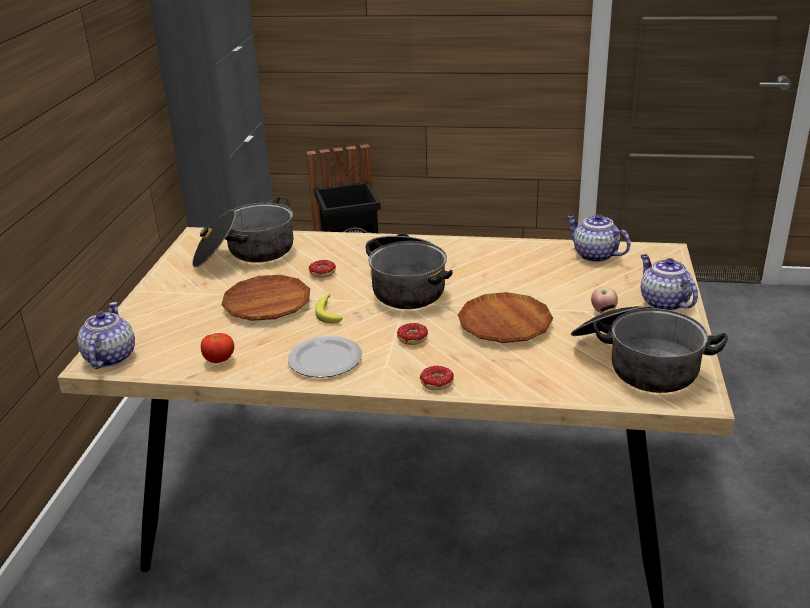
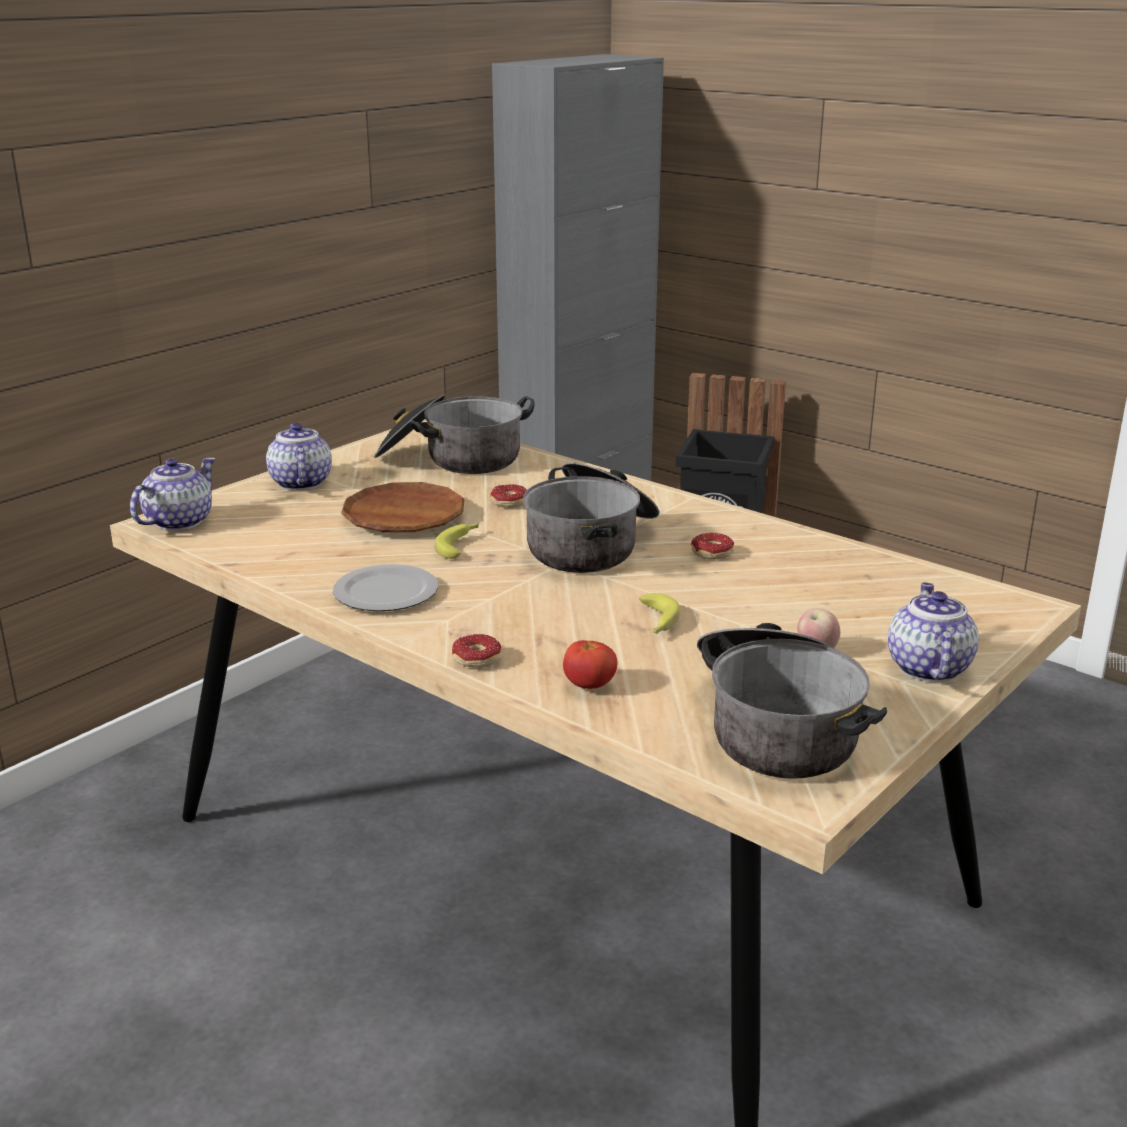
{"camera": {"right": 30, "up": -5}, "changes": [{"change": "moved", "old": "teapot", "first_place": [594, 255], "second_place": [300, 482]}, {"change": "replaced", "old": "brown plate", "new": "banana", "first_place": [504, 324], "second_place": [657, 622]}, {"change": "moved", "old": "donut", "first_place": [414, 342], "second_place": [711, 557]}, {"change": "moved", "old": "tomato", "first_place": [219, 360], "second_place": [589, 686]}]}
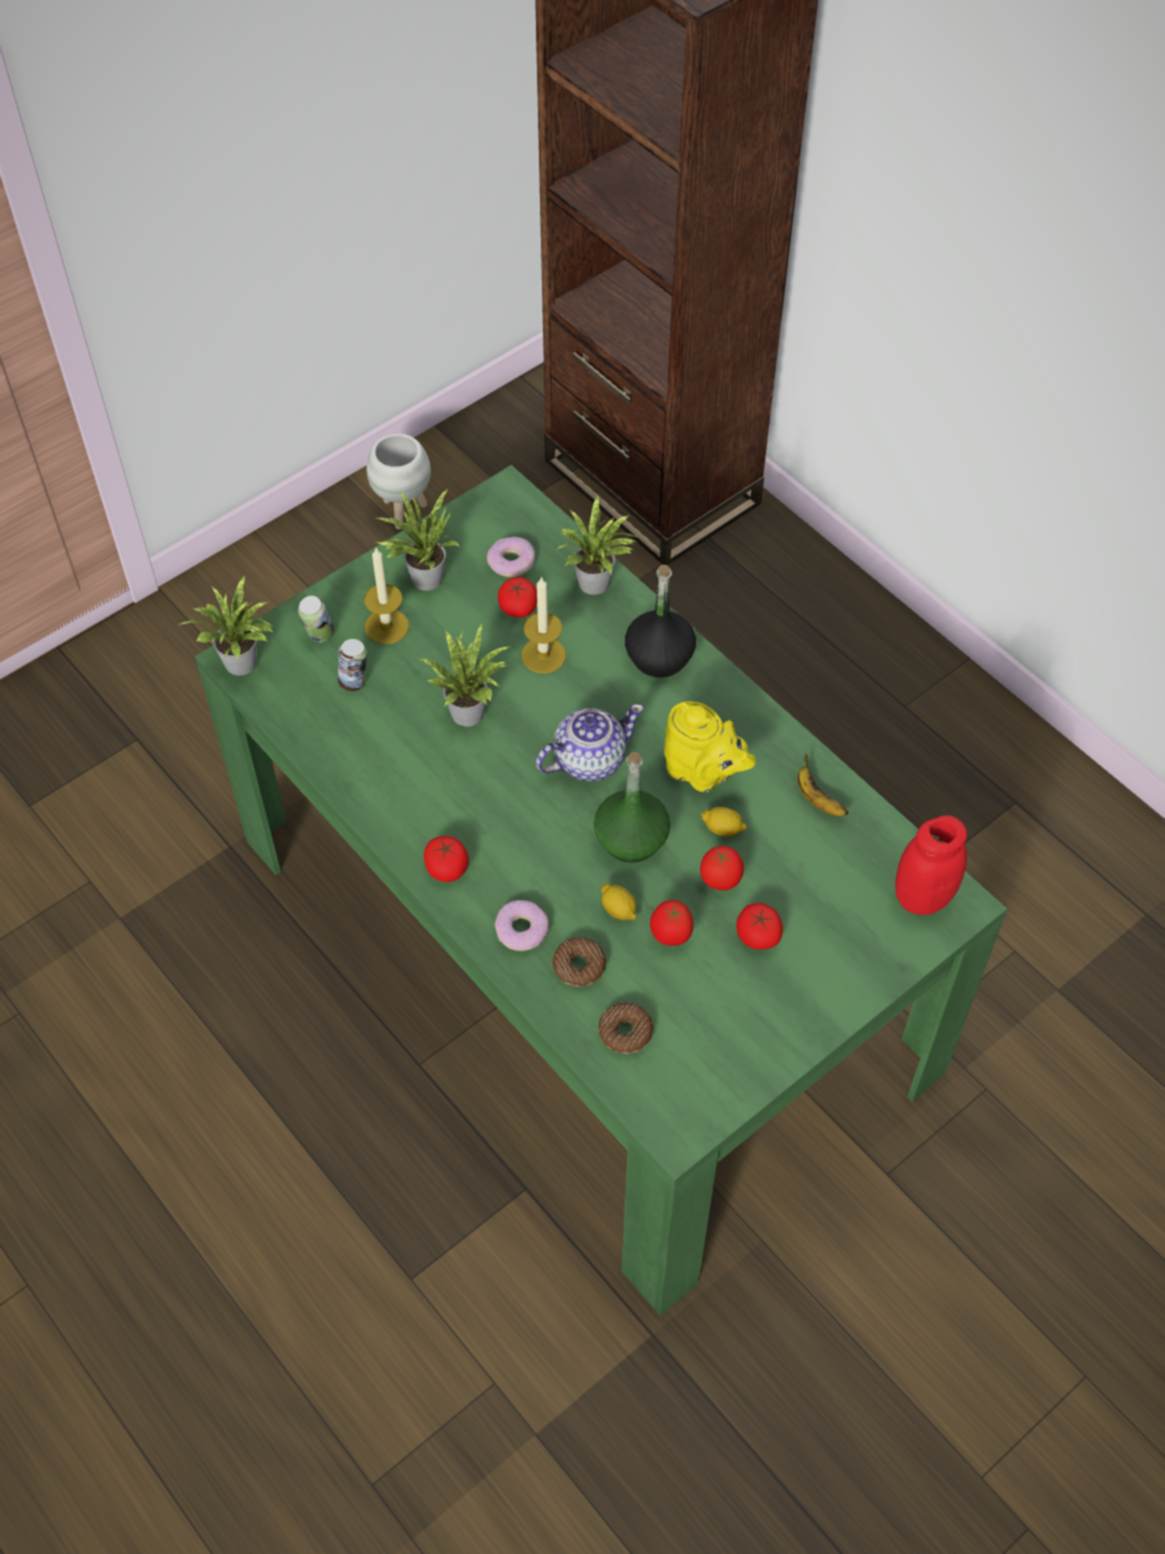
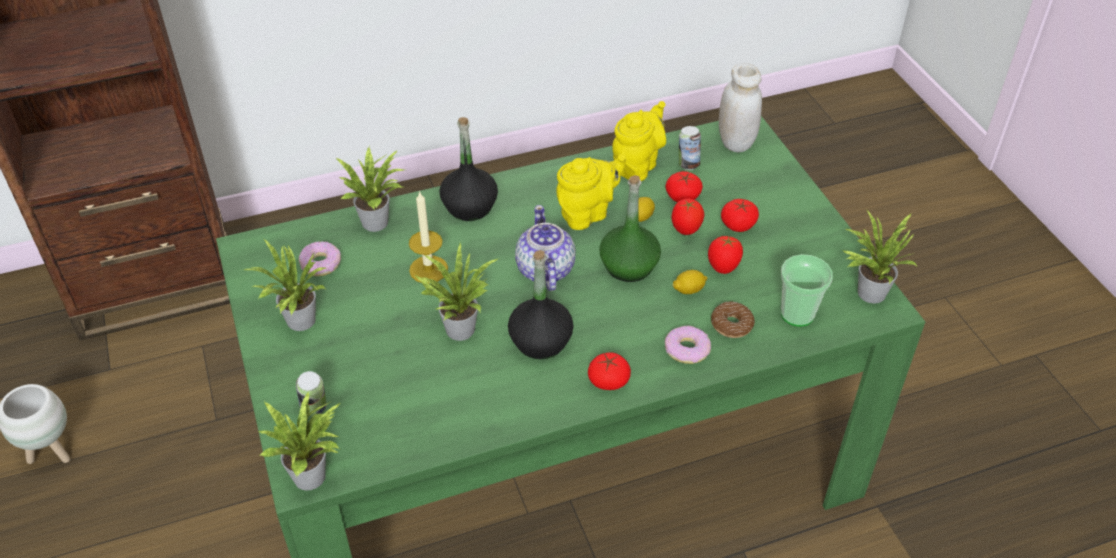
{"camera": {"right": -70, "up": -10}, "changes": [{"change": "removed", "old": "candle", "first_place": [386, 626]}, {"change": "moved", "old": "tomato", "first_place": [518, 607], "second_place": [682, 197]}, {"change": "moved", "old": "can", "first_place": [354, 682], "second_place": [687, 164]}, {"change": "replaced", "old": "banana", "new": "yellow teapot", "first_place": [817, 799], "second_place": [637, 165]}, {"change": "recoloured", "old": "red jar", "new": "white jar", "first_place": [922, 897], "second_place": [736, 142]}, {"change": "replaced", "old": "donut", "new": "cup", "first_place": [625, 1032], "second_place": [797, 314]}, {"change": "added", "new": "potted plant", "second_place": [867, 291]}, {"change": "added", "new": "black bottle", "second_place": [540, 341]}]}
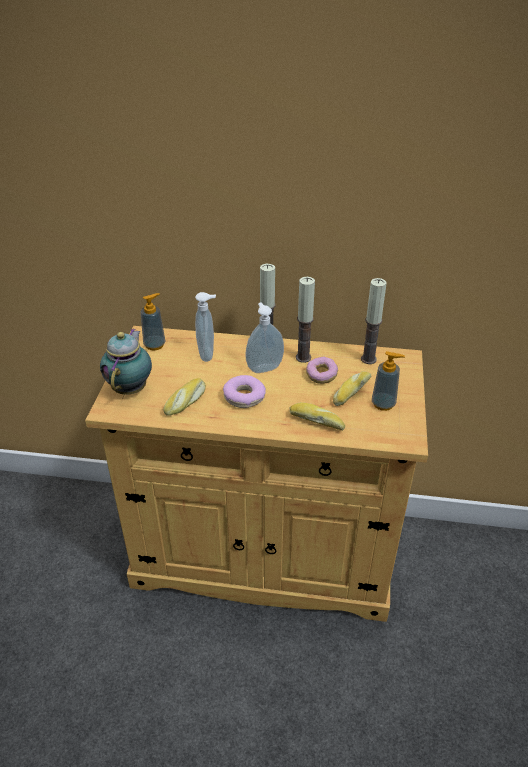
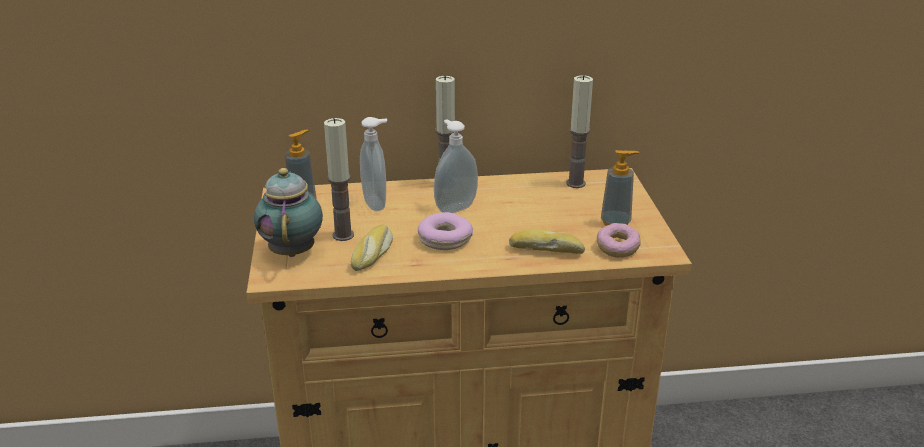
{"camera": {"right": -15, "up": -10}, "changes": [{"change": "moved", "old": "candle", "first_place": [303, 357], "second_place": [343, 235]}, {"change": "moved", "old": "donut", "first_place": [321, 375], "second_place": [617, 248]}, {"change": "removed", "old": "bread", "first_place": [350, 392]}]}
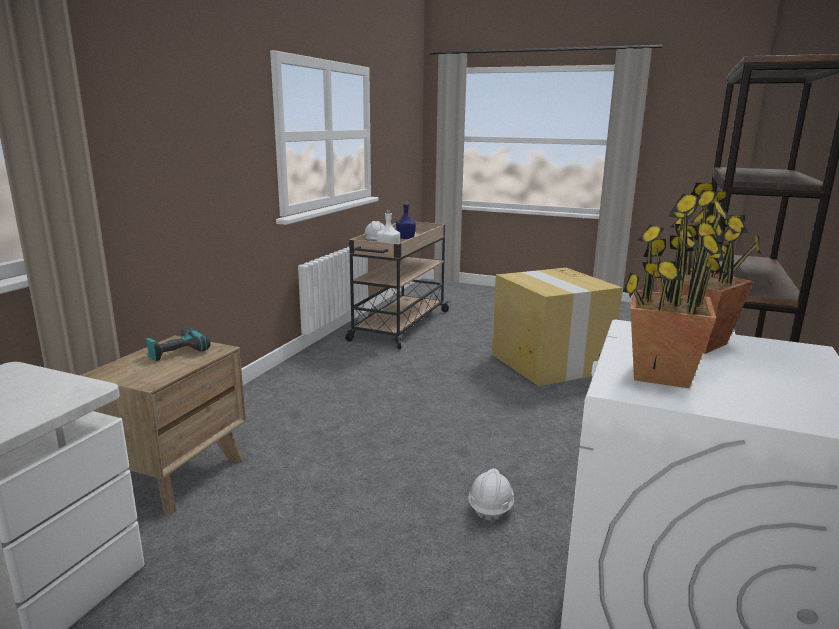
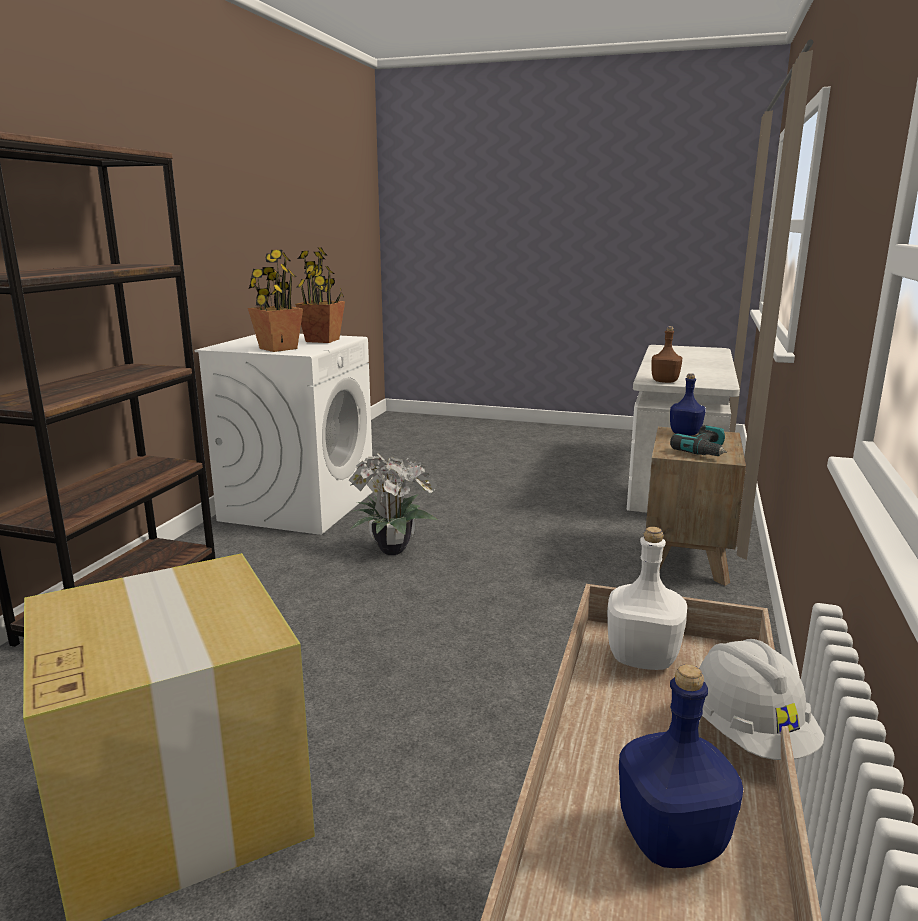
{"camera": {"right": 175, "up": 0}, "changes": [{"change": "replaced", "old": "white hard hat", "new": "potted plant", "first_place": [490, 508], "second_place": [390, 549]}, {"change": "added", "new": "brown bottle", "second_place": [665, 381]}, {"change": "added", "new": "blue bottle", "second_place": [685, 433]}]}
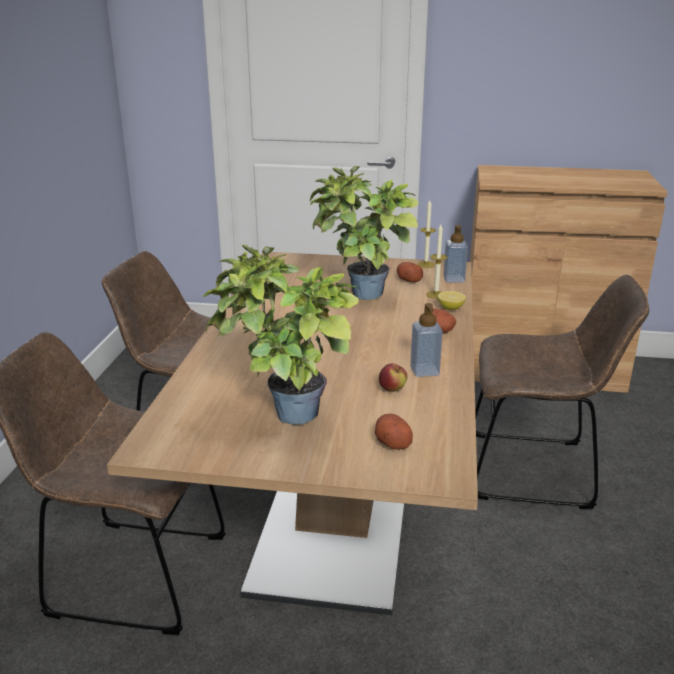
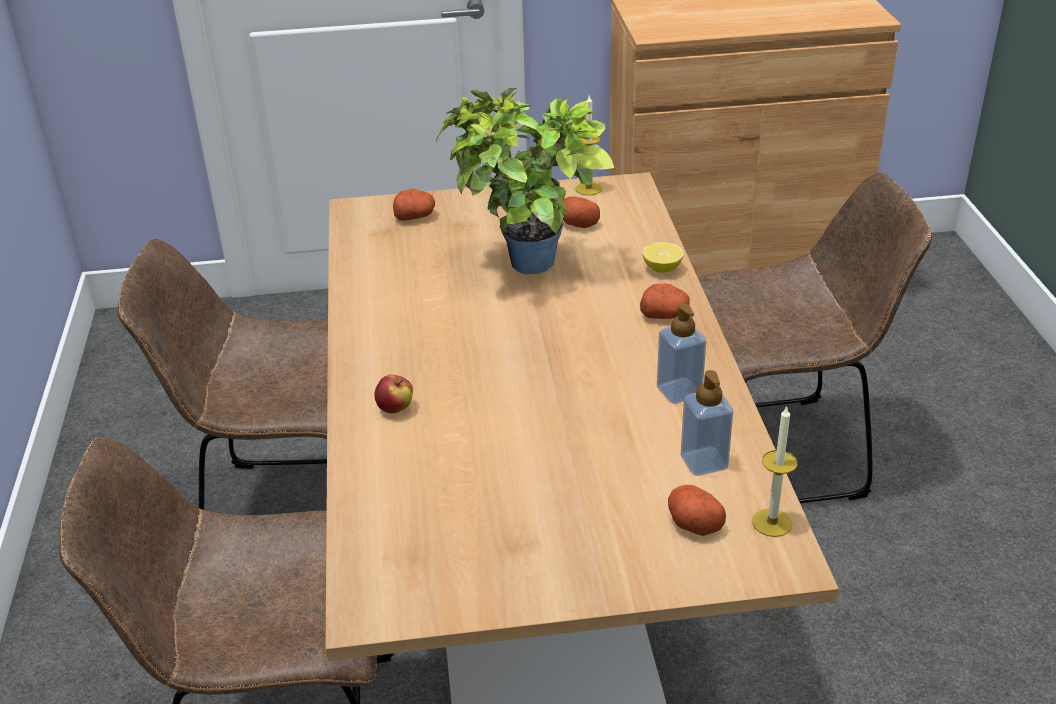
{"camera": {"right": -15, "up": 10}, "changes": [{"change": "moved", "old": "candle", "first_place": [436, 295], "second_place": [772, 522]}, {"change": "moved", "old": "soap dispenser", "first_place": [454, 279], "second_place": [704, 462]}, {"change": "removed", "old": "potted plant", "first_place": [285, 418]}, {"change": "moved", "old": "apple", "first_place": [392, 389], "second_place": [395, 408]}, {"change": "added", "new": "potato", "second_place": [415, 216]}]}
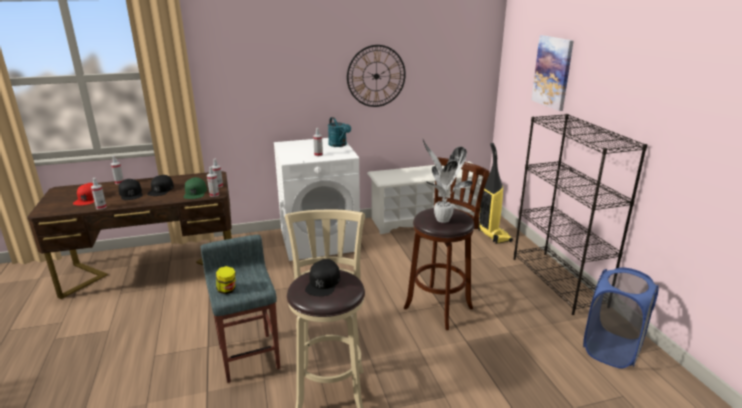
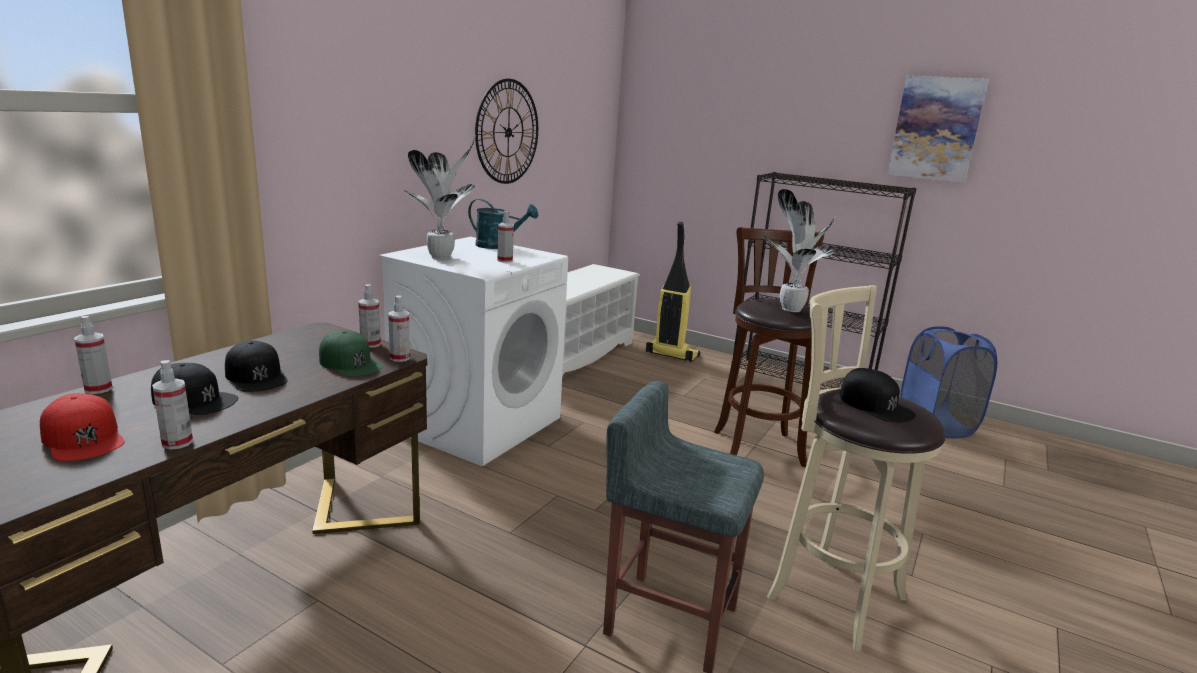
{"camera": {"right": -45, "up": -5}, "changes": [{"change": "moved", "old": "picture", "first_place": [552, 72], "second_place": [936, 129]}, {"change": "removed", "old": "jar", "first_place": [227, 290]}, {"change": "added", "new": "potted plant", "second_place": [443, 257]}]}
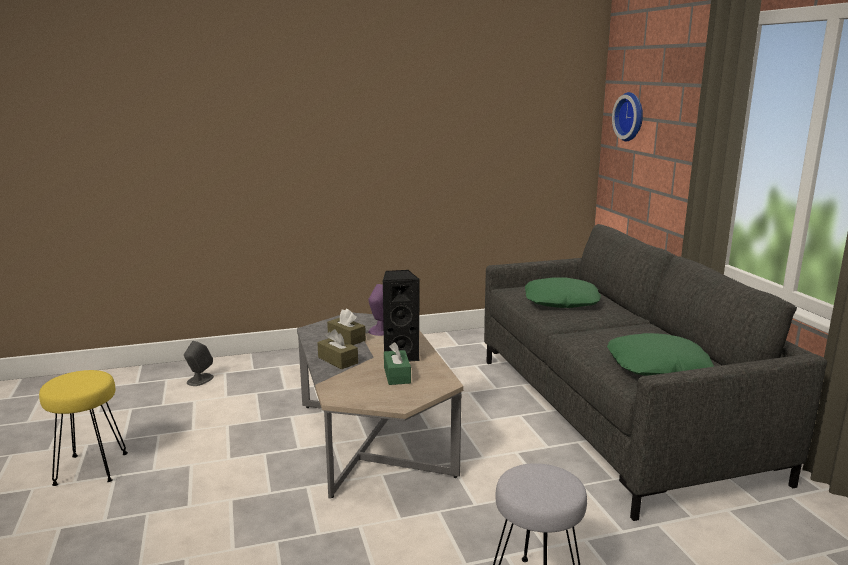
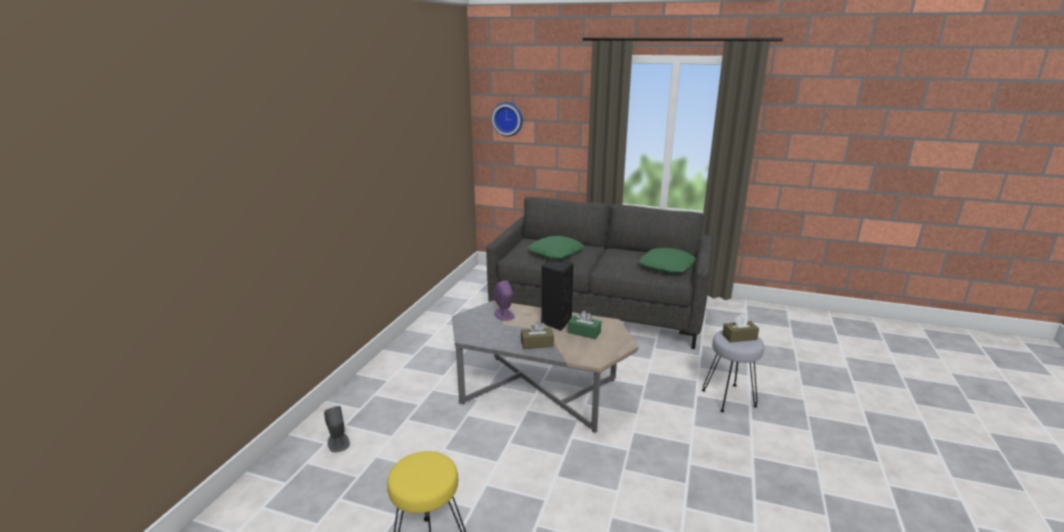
{"camera": {"right": -55, "up": 5}, "changes": [{"change": "moved", "old": "brown tissue box", "first_place": [346, 338], "second_place": [739, 337]}]}
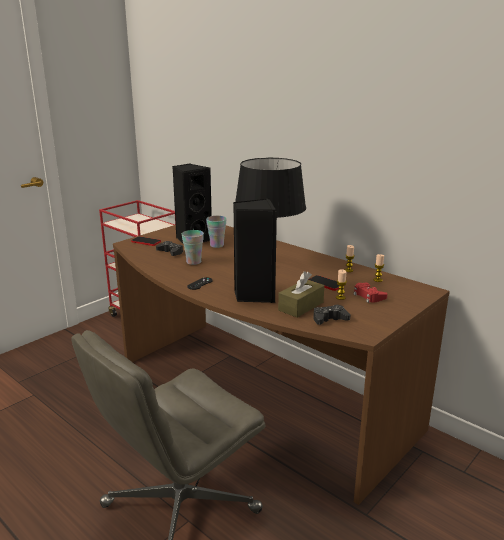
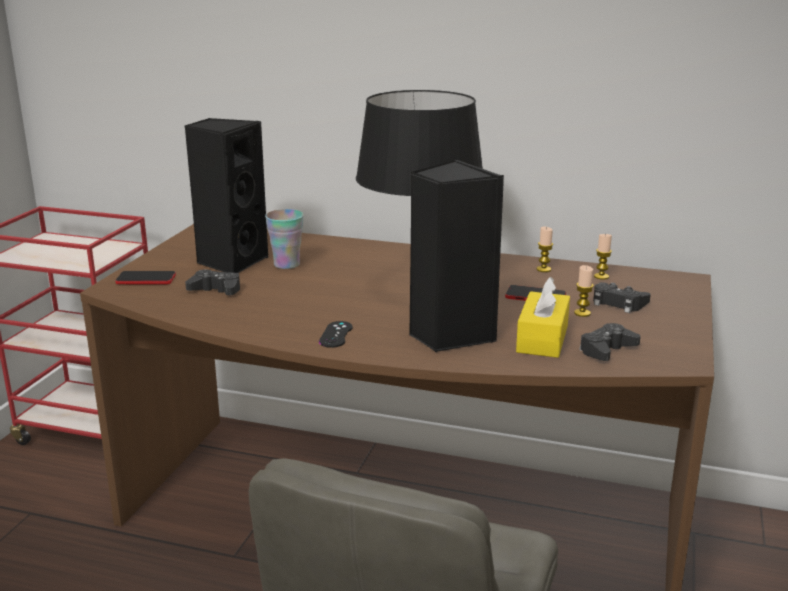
{"camera": {"right": -25, "up": 0}, "changes": [{"change": "removed", "old": "cup", "first_place": [193, 262]}, {"change": "recoloured", "old": "brown tissue box", "new": "yellow tissue box", "first_place": [301, 306], "second_place": [542, 339]}, {"change": "recoloured", "old": "red game controller", "new": "black game controller", "first_place": [368, 296], "second_place": [618, 303]}]}
